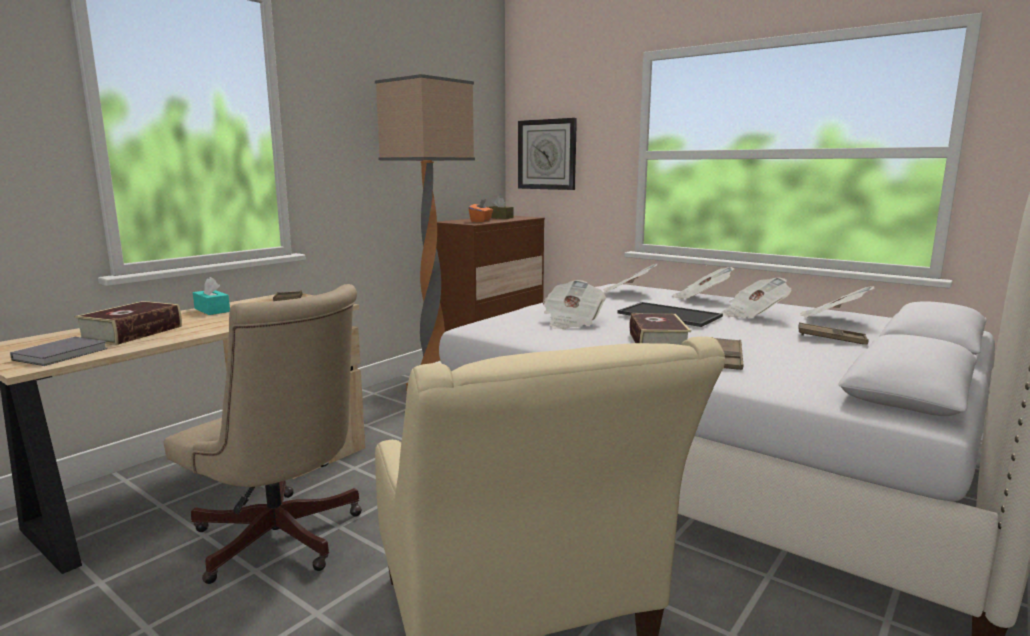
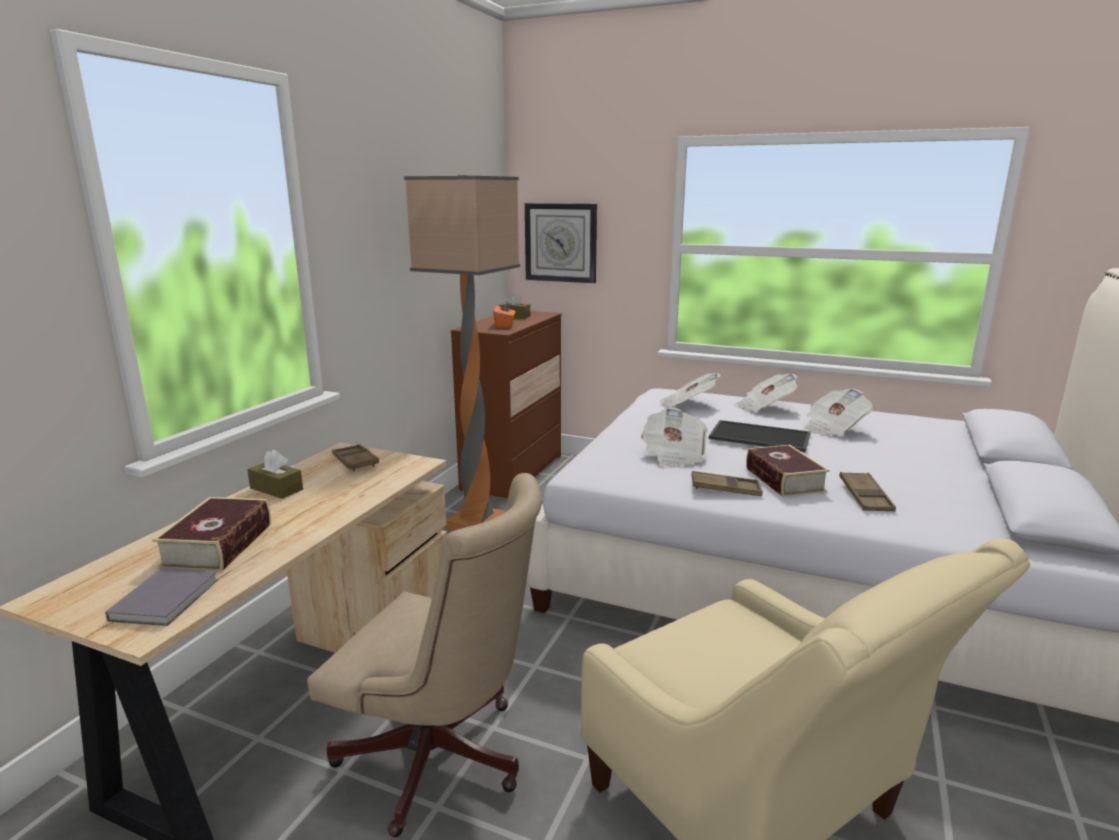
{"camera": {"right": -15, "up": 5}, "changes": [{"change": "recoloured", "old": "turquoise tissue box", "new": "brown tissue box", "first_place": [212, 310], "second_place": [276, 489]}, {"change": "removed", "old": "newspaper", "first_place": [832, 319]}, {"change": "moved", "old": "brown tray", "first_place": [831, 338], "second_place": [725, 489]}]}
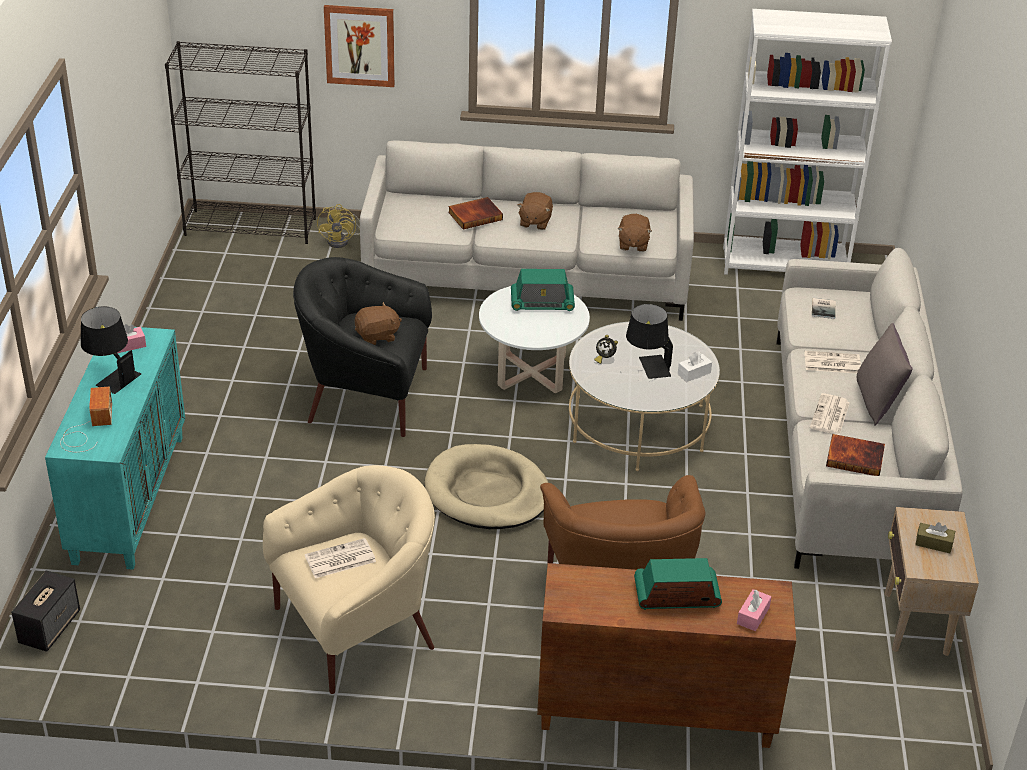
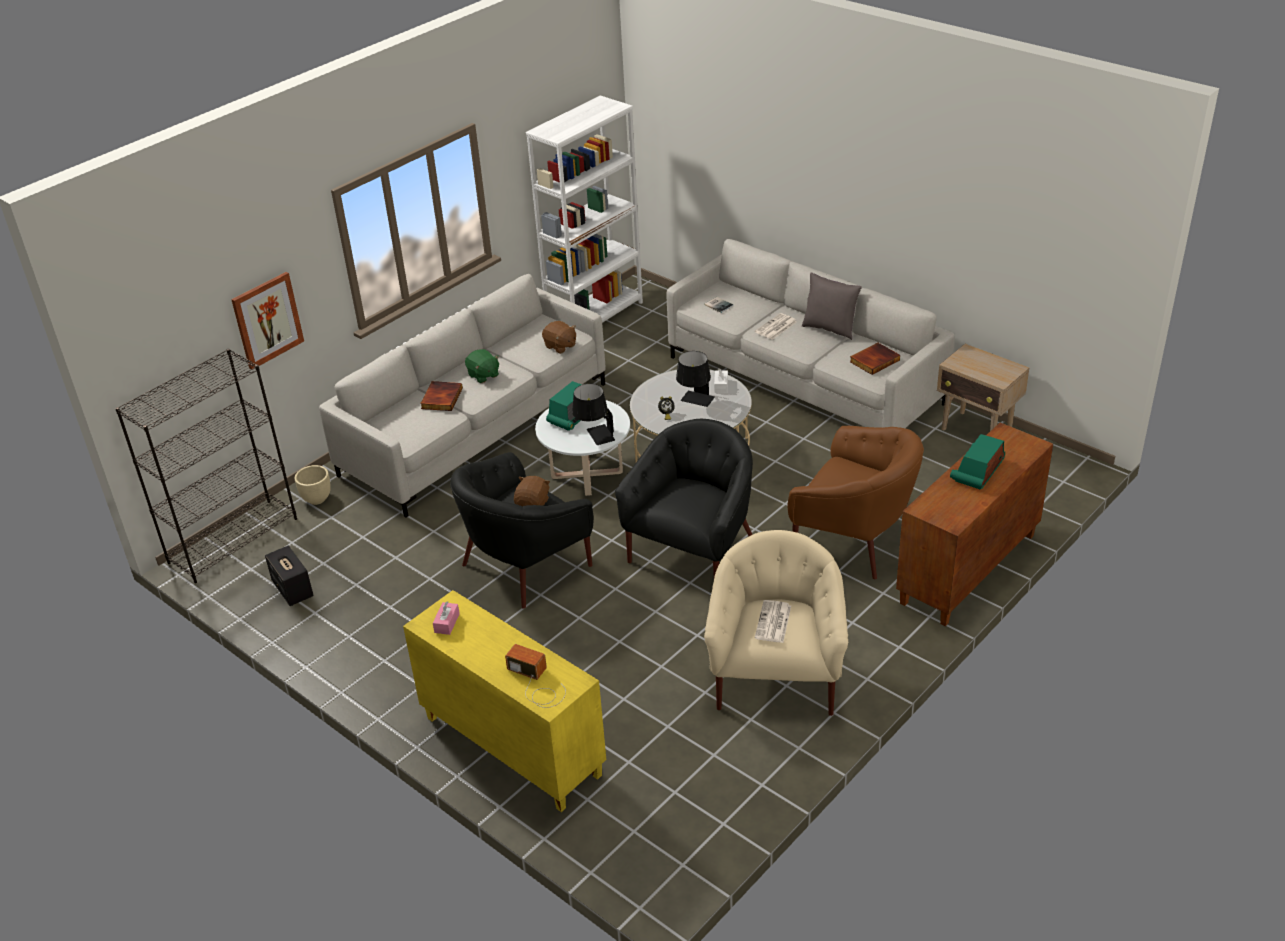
{"camera": {"right": -50, "up": 0}, "changes": [{"change": "recoloured", "old": "brown plush toy", "new": "green plush toy", "first_place": [535, 222], "second_place": [483, 375]}, {"change": "replaced", "old": "yellow fan", "new": "beige planter", "first_place": [342, 241], "second_place": [317, 499]}, {"change": "moved", "old": "black table lamp", "first_place": [111, 376], "second_place": [594, 436]}, {"change": "recoloured", "old": "turquoise cabinet", "new": "yellow cabinet", "first_place": [128, 497], "second_place": [511, 746]}, {"change": "removed", "old": "newspaper", "first_place": [830, 416]}, {"change": "replaced", "old": "beige dog bed", "new": "black armchair", "first_place": [487, 492], "second_place": [693, 551]}, {"change": "removed", "old": "brown tissue box", "first_place": [933, 543]}, {"change": "moved", "old": "speaker", "first_place": [50, 627], "second_place": [292, 589]}, {"change": "removed", "old": "pink tissue box", "first_place": [753, 616]}]}
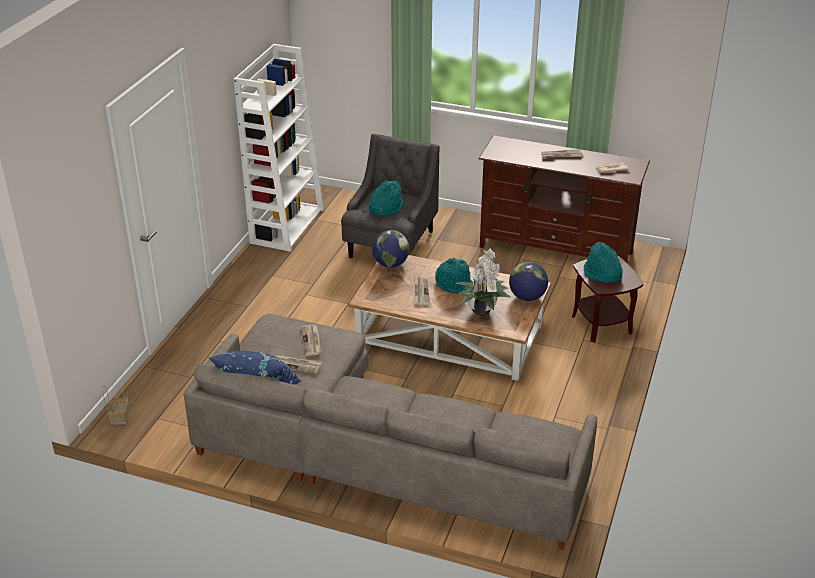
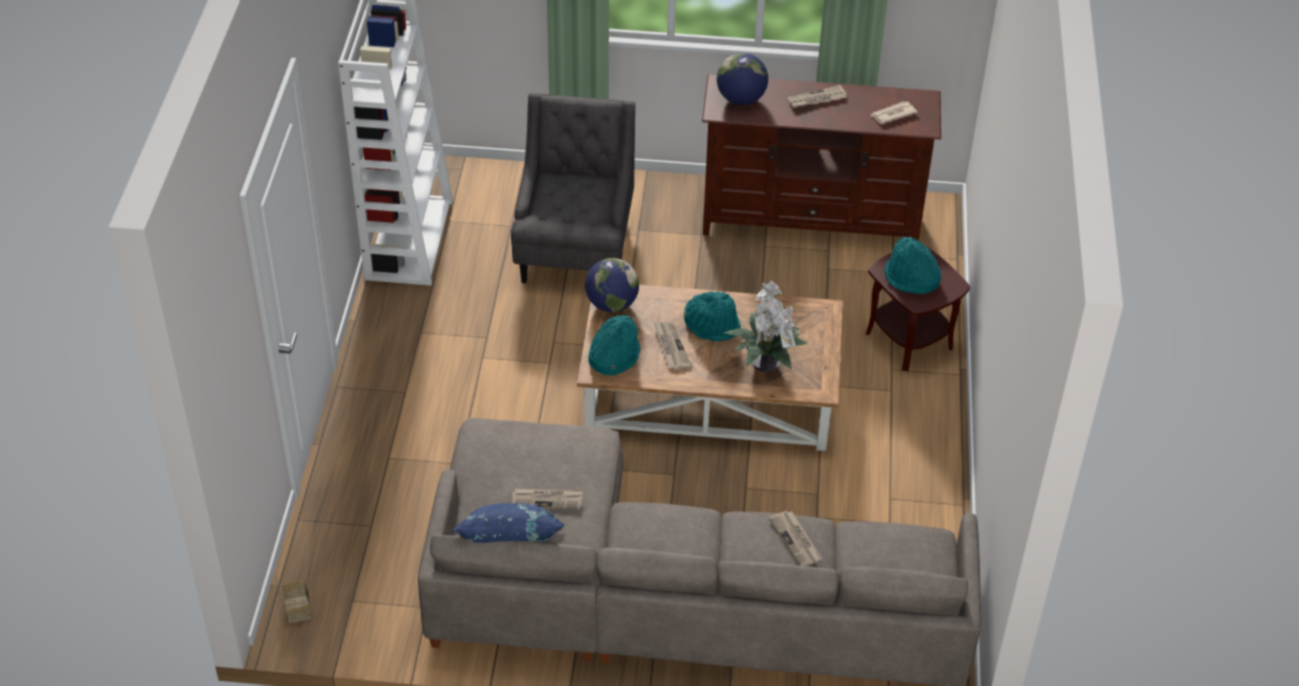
{"camera": {"right": -15, "up": 10}, "changes": [{"change": "moved", "old": "turquoise hat", "first_place": [386, 208], "second_place": [613, 356]}, {"change": "moved", "old": "globe", "first_place": [527, 297], "second_place": [741, 99]}, {"change": "moved", "old": "newspaper", "first_place": [311, 341], "second_place": [796, 540]}]}
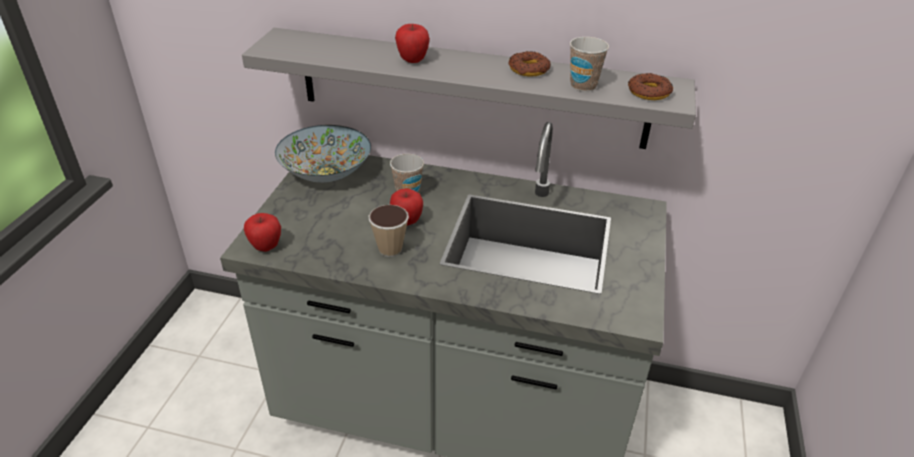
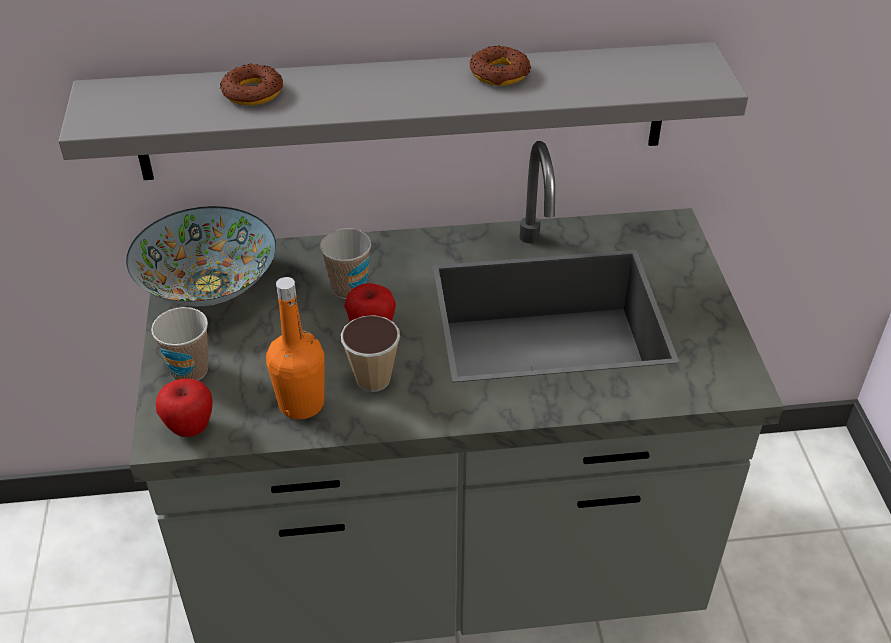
{"camera": {"right": -20, "up": 5}, "changes": [{"change": "removed", "old": "apple", "first_place": [412, 60]}, {"change": "moved", "old": "cup", "first_place": [583, 86], "second_place": [190, 370]}, {"change": "moved", "old": "donut", "first_place": [649, 92], "second_place": [253, 92]}, {"change": "added", "new": "orange bottle", "second_place": [301, 404]}]}
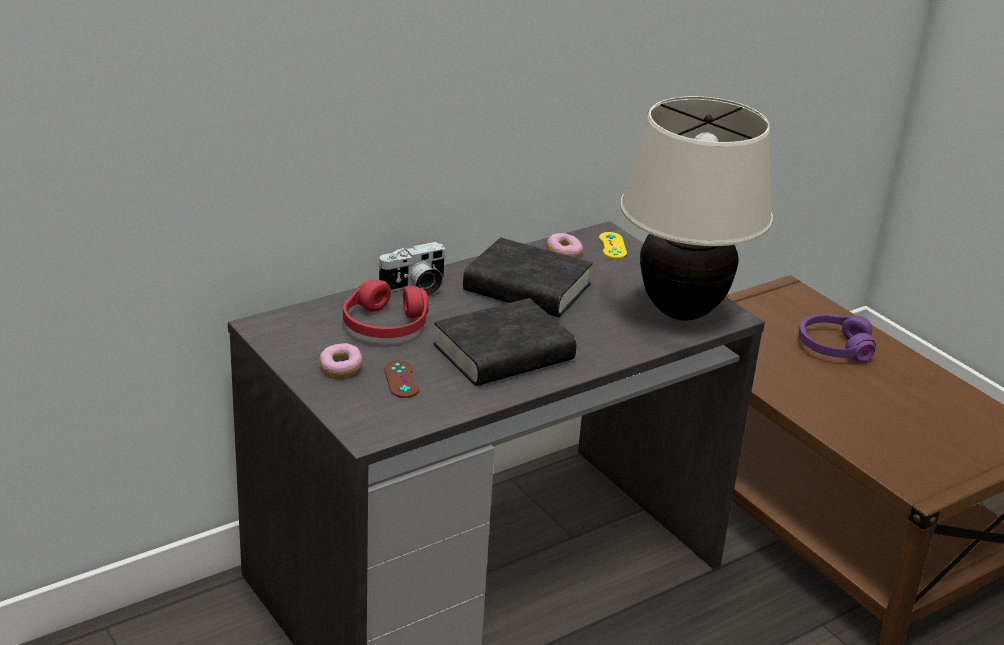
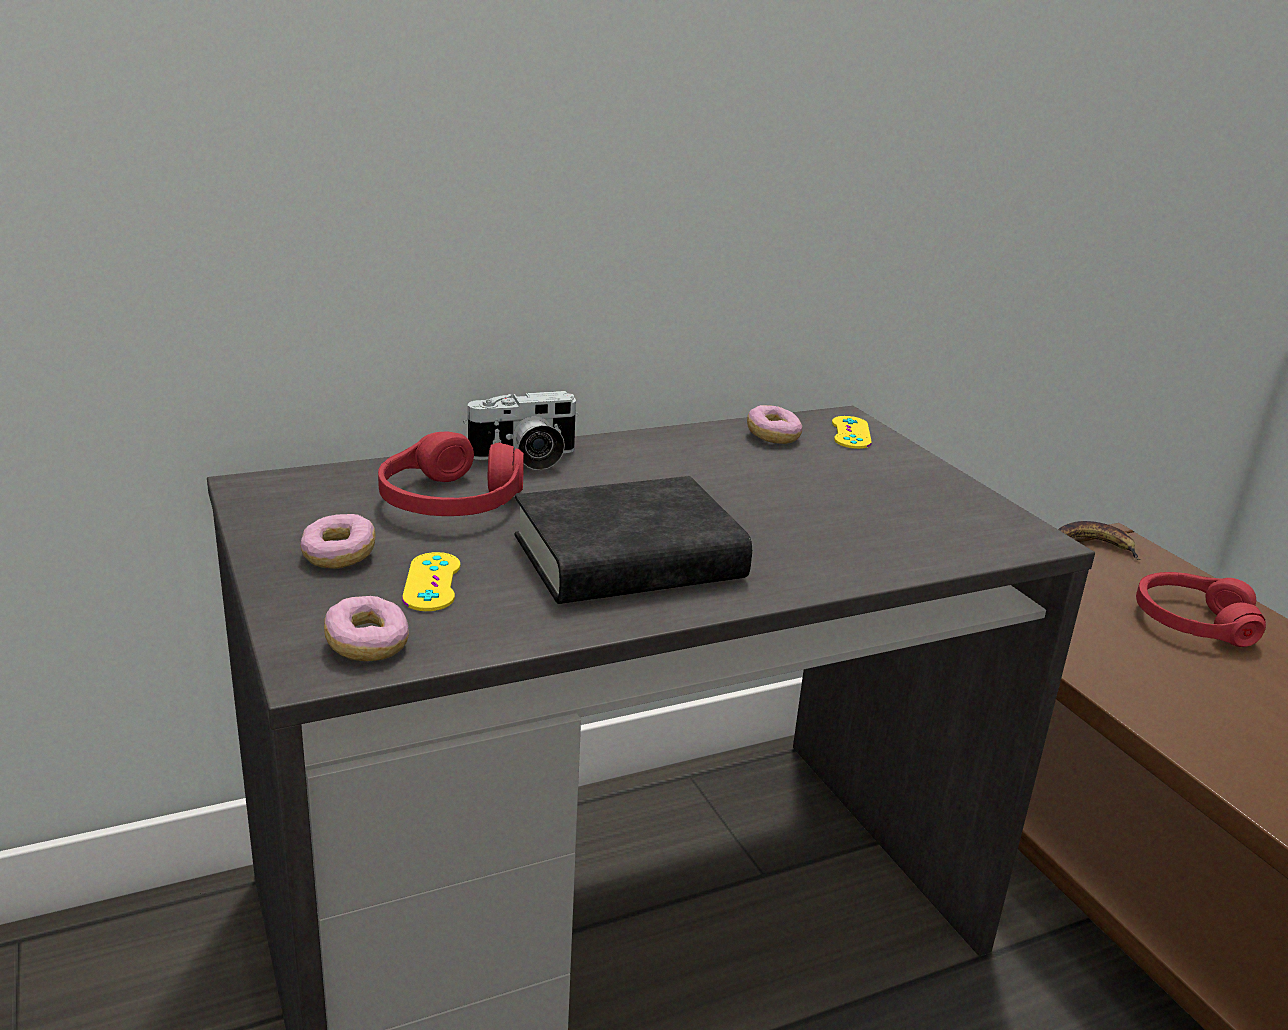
{"camera": {"right": 10, "up": -5}, "changes": [{"change": "removed", "old": "beige table lamp", "first_place": [680, 311]}, {"change": "removed", "old": "black book", "first_place": [527, 288]}, {"change": "recoloured", "old": "purple headphones", "new": "red headphones", "first_place": [834, 347], "second_place": [1192, 622]}, {"change": "recoloured", "old": "brown game controller", "new": "yellow game controller", "first_place": [401, 379], "second_place": [432, 582]}, {"change": "added", "new": "banana", "second_place": [1093, 545]}, {"change": "added", "new": "donut", "second_place": [367, 645]}]}
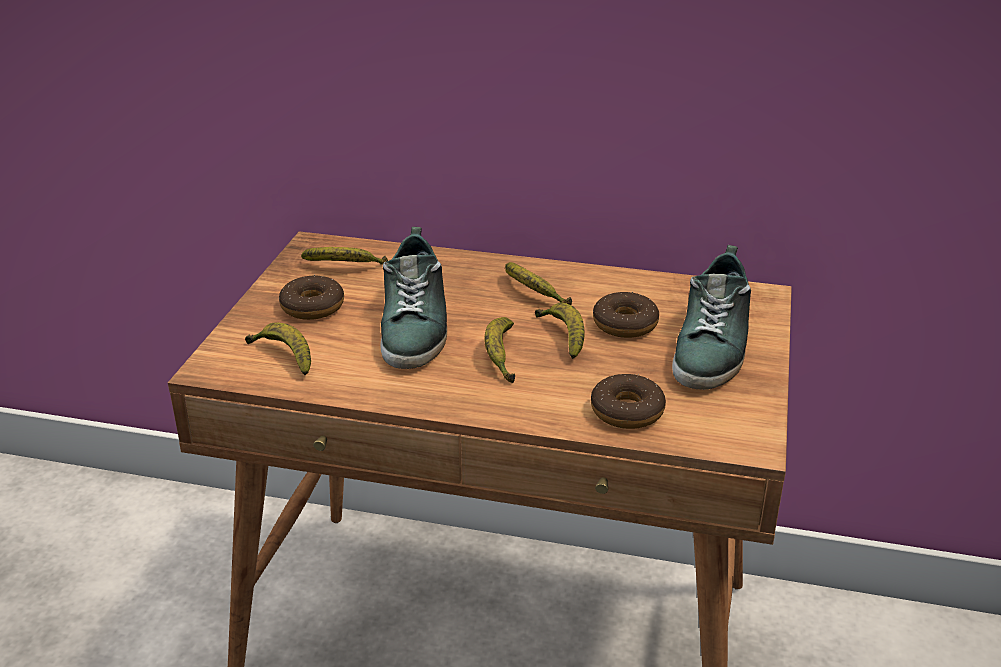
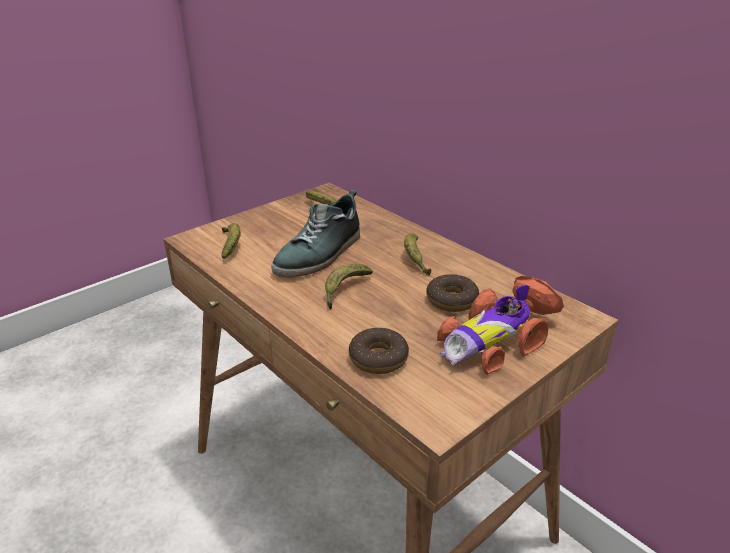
{"camera": {"right": 35, "up": 0}, "changes": [{"change": "replaced", "old": "shoe", "new": "toy car", "first_place": [713, 346], "second_place": [497, 339]}, {"change": "removed", "old": "donut", "first_place": [312, 307]}, {"change": "removed", "old": "banana", "first_place": [563, 337]}]}
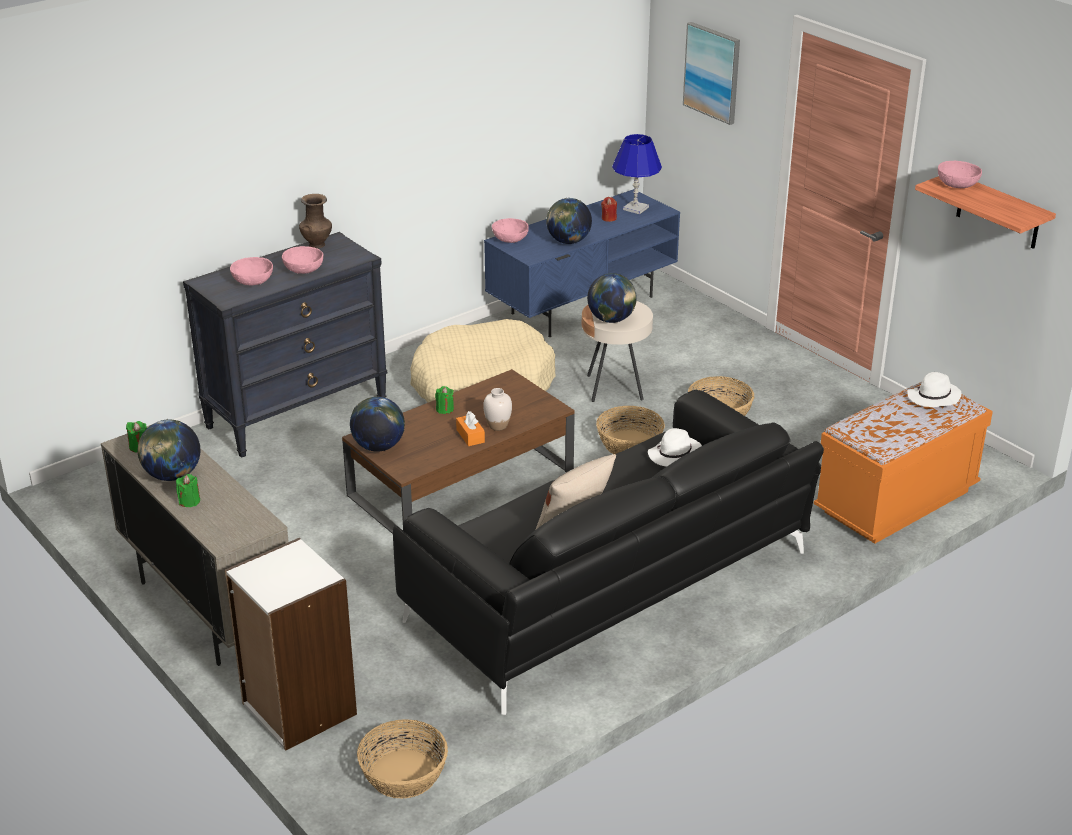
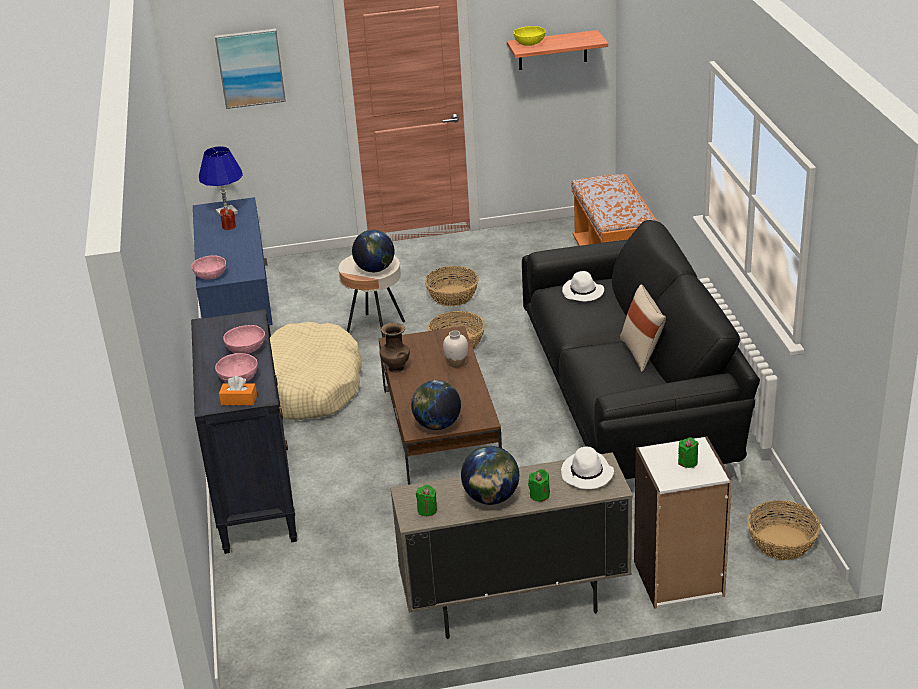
{"camera": {"right": -60, "up": 0}, "changes": [{"change": "recoloured", "old": "pink bowl", "new": "yellow bowl", "first_place": [957, 185], "second_place": [529, 43]}, {"change": "moved", "old": "brown vase", "first_place": [317, 244], "second_place": [395, 368]}, {"change": "removed", "old": "globe", "first_place": [568, 242]}, {"change": "moved", "old": "white hat", "first_place": [933, 398], "second_place": [587, 474]}, {"change": "moved", "old": "green candle", "first_place": [445, 409], "second_place": [688, 462]}, {"change": "moved", "old": "orange tissue box", "first_place": [470, 436], "second_place": [239, 400]}]}
